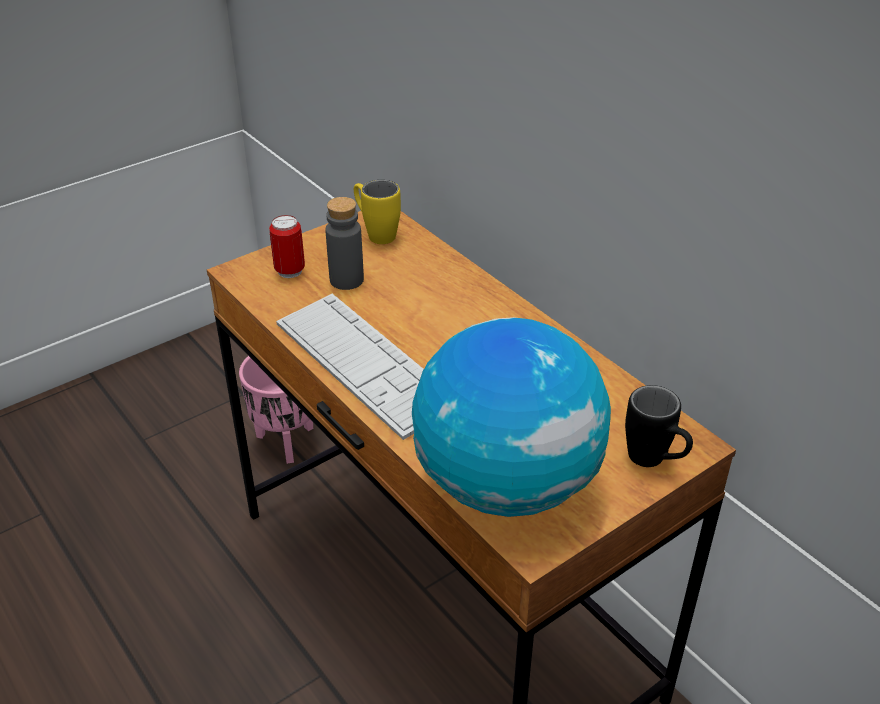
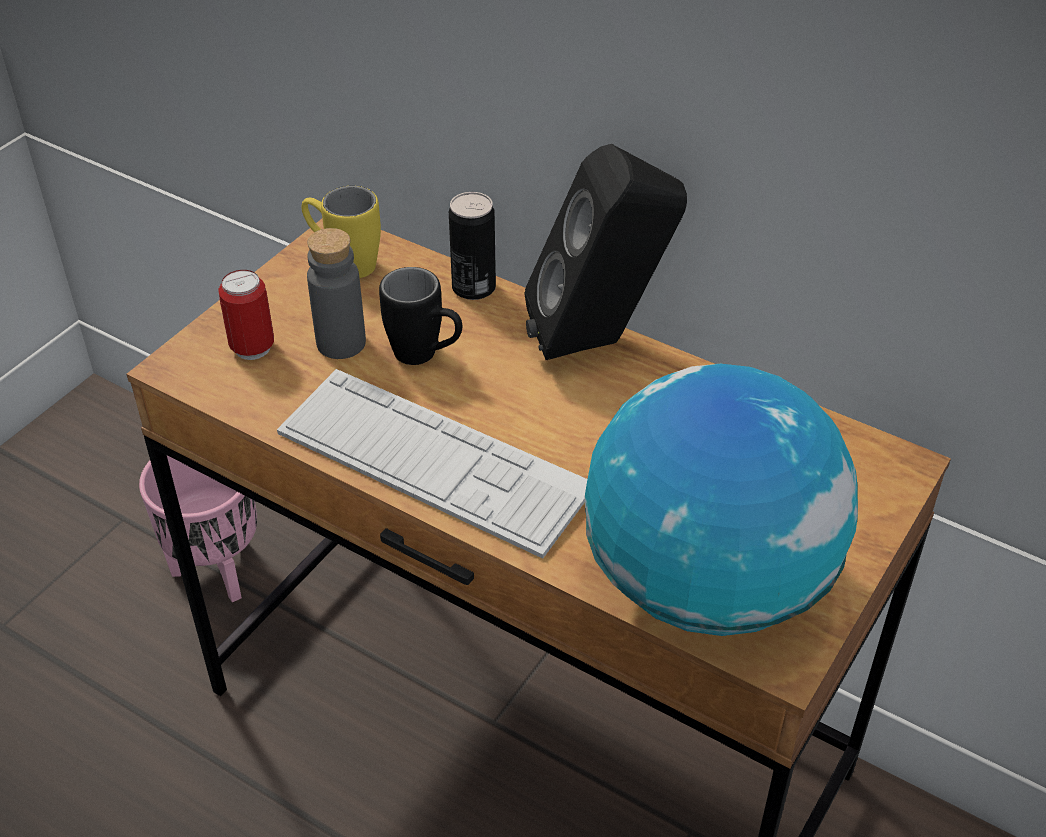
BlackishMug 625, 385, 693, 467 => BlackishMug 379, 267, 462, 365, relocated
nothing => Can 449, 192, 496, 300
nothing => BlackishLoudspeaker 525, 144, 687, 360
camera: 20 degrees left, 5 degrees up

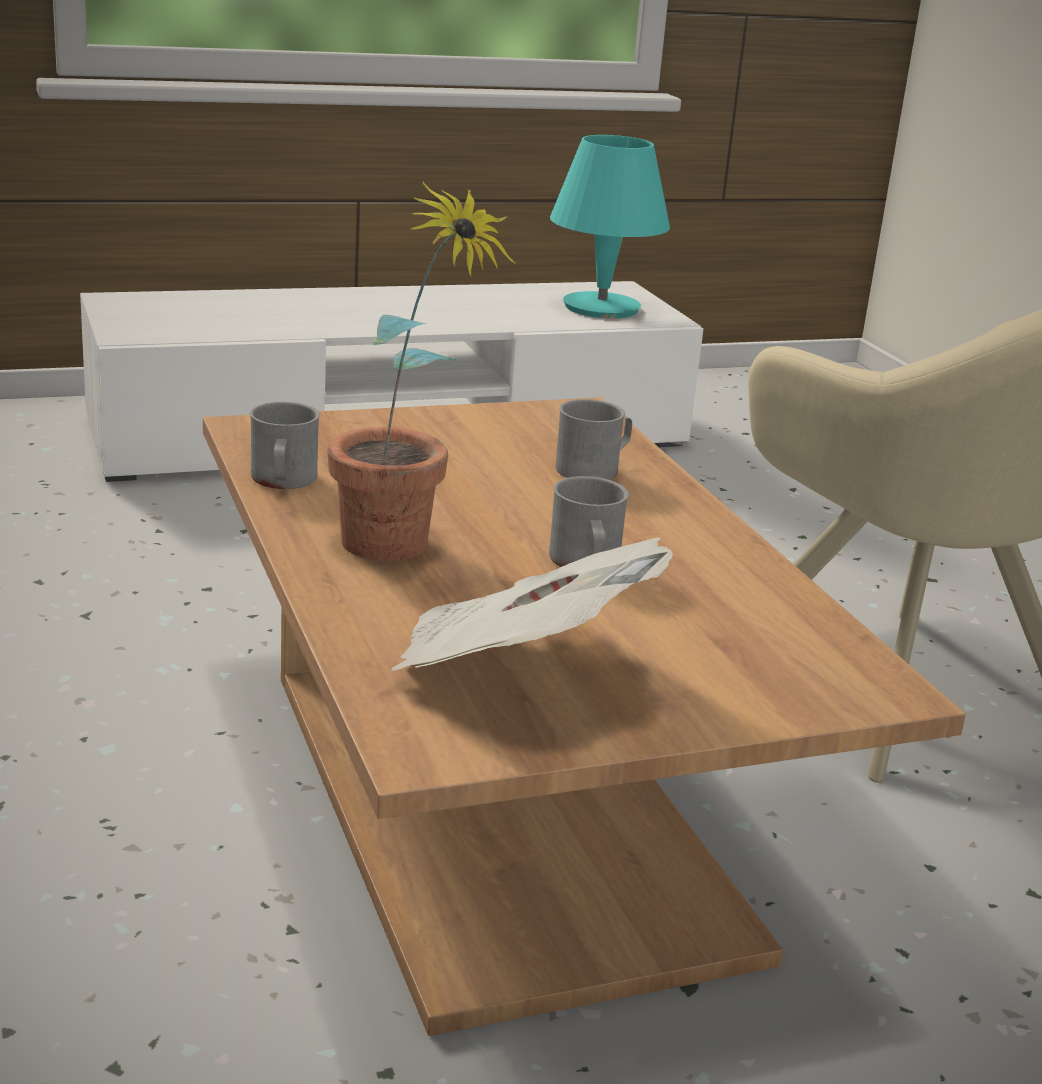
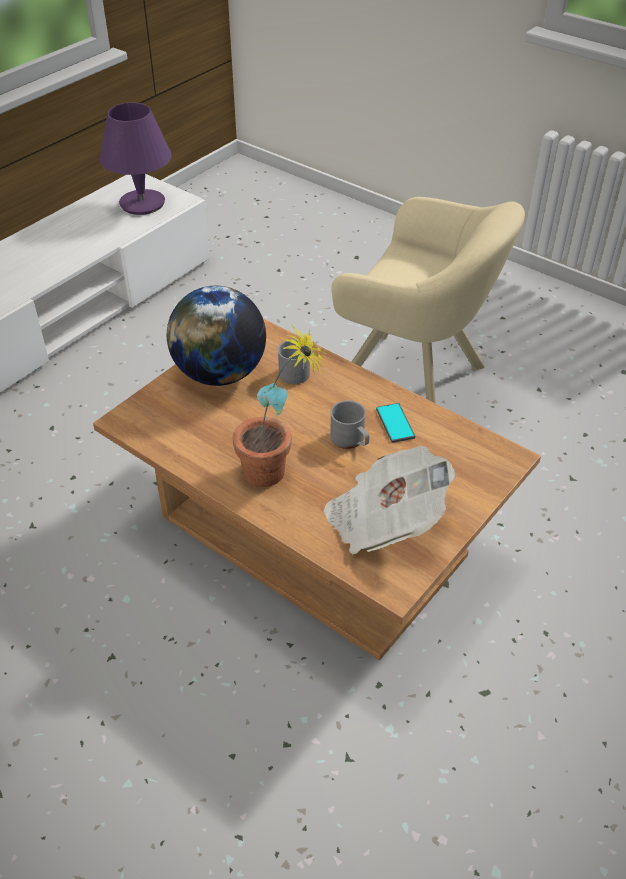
GreyMug 250, 402, 320, 489 => nothing
TurquoiseColouredLampForATable 550, 135, 670, 318 => PurpleColouredLampForATable 100, 102, 172, 215
nothing => WorldGlobe 167, 286, 266, 386
nothing => Handset 376, 403, 415, 443
camera: 30 degrees left, 20 degrees up

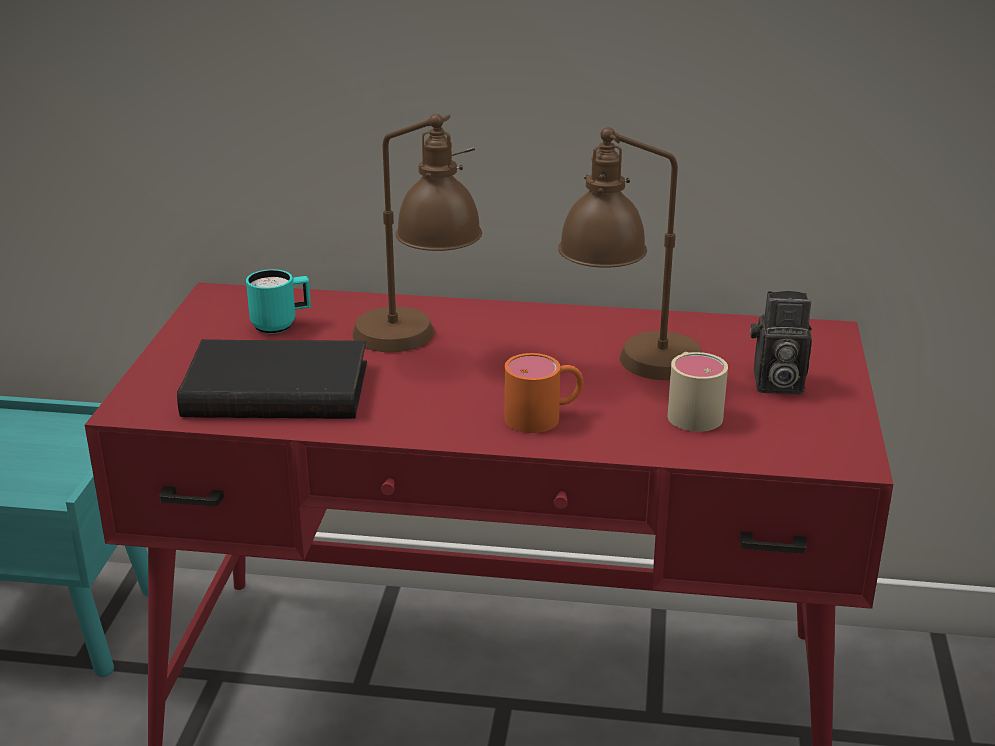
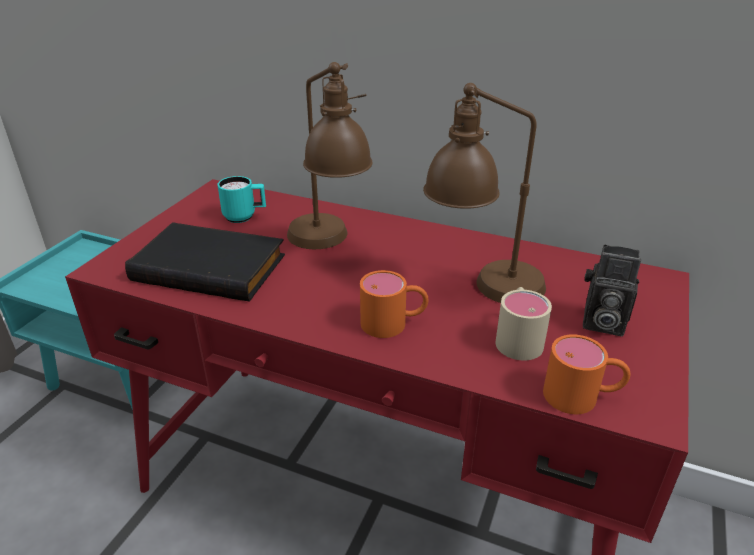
nothing => OrangeMug 543, 334, 631, 414
camera: 15 degrees right, 5 degrees up

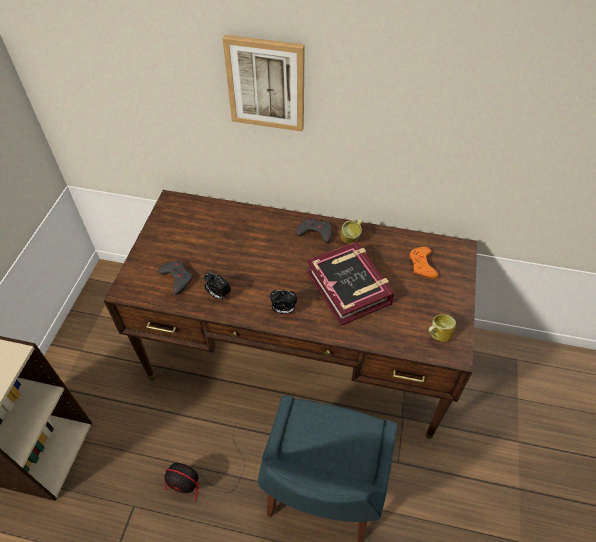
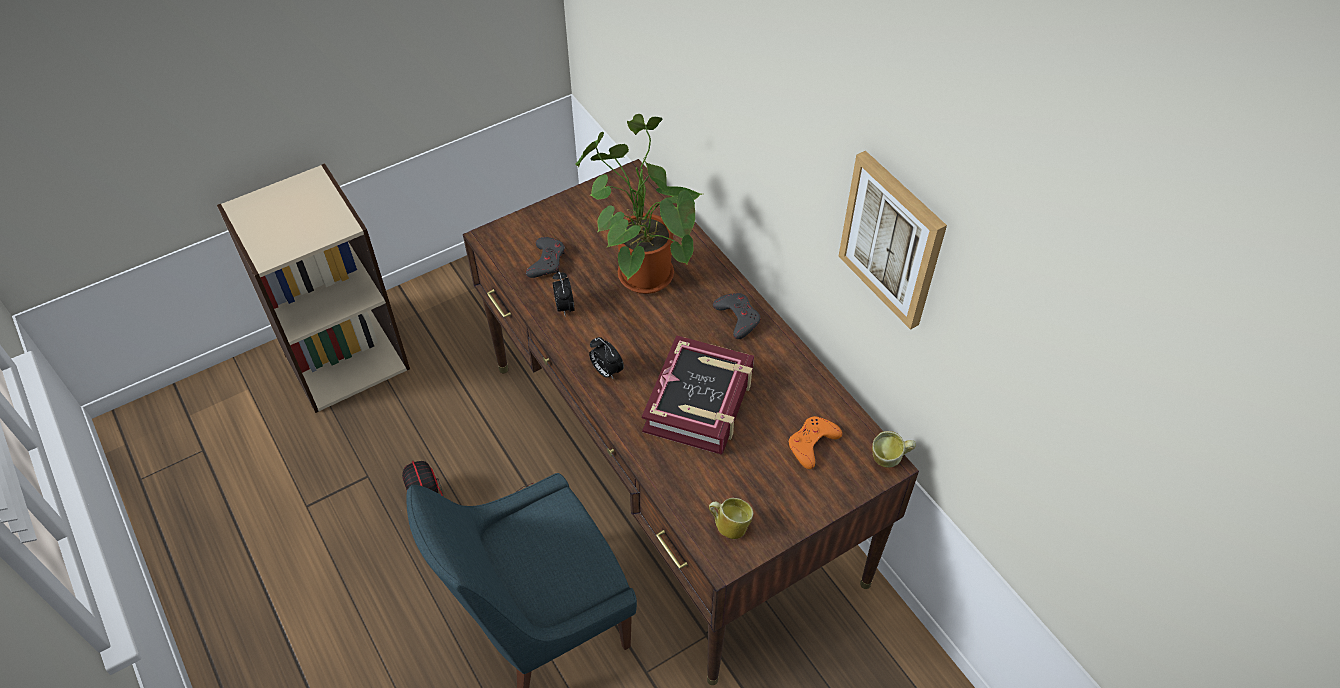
WallArt 223, 35, 305, 131 => WallArt 838, 151, 947, 330, relocated
Mug 340, 218, 363, 244 => Mug 872, 431, 916, 468, relocated
nothing => PlantInAPot 575, 114, 702, 294
camera: 45 degrees right, 0 degrees up

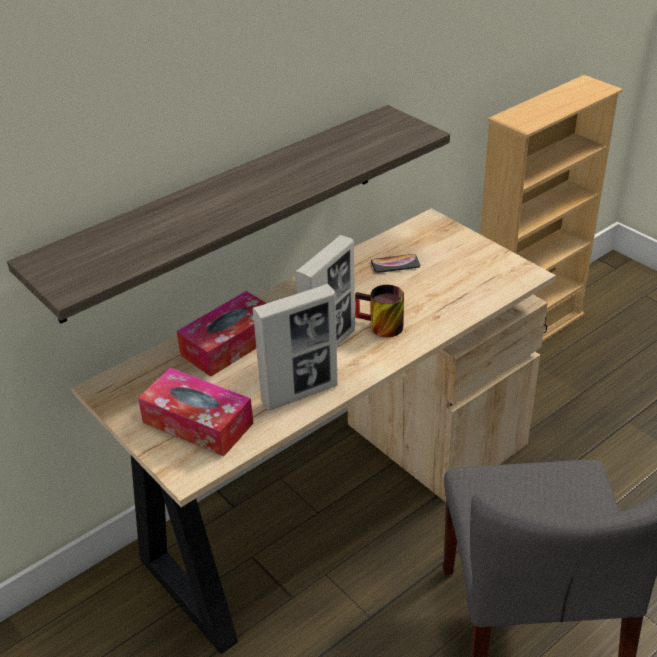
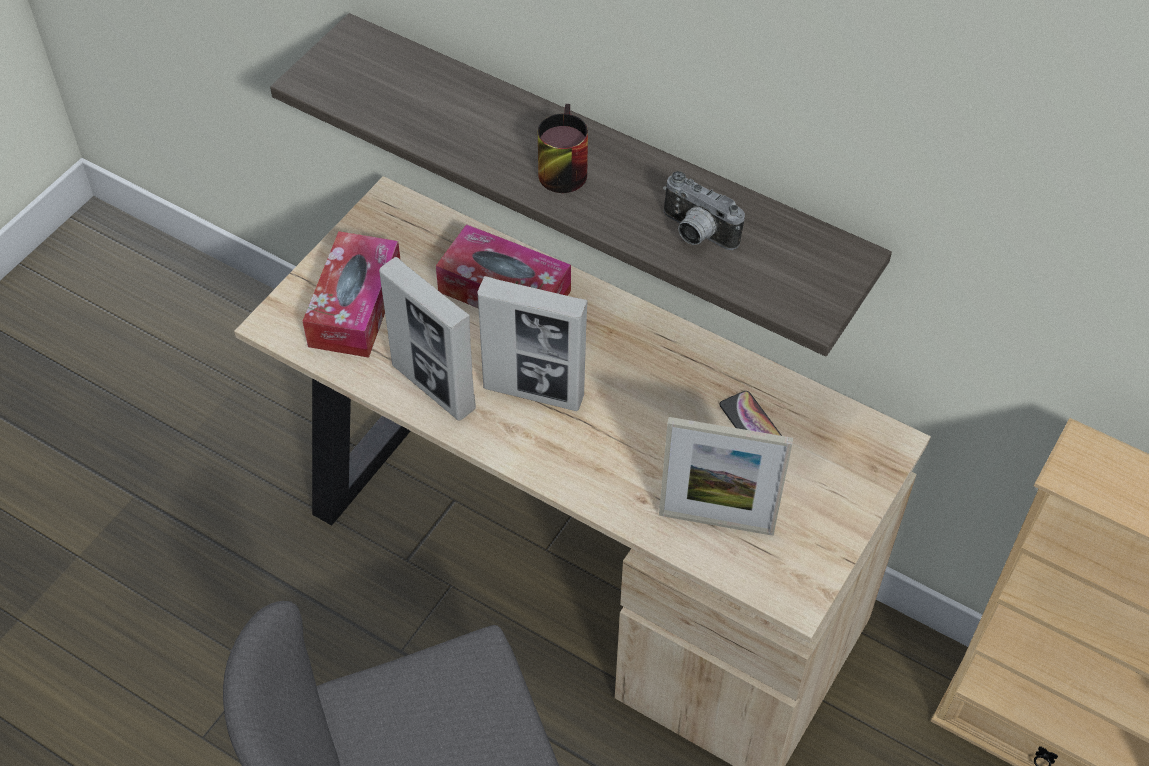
Mug 355, 285, 404, 337 => Mug 538, 104, 588, 193, relocated
nothing => PictureFrame 659, 417, 793, 536
nothing => PhotoCamera 663, 171, 745, 250
camera: 70 degrees right, 15 degrees up

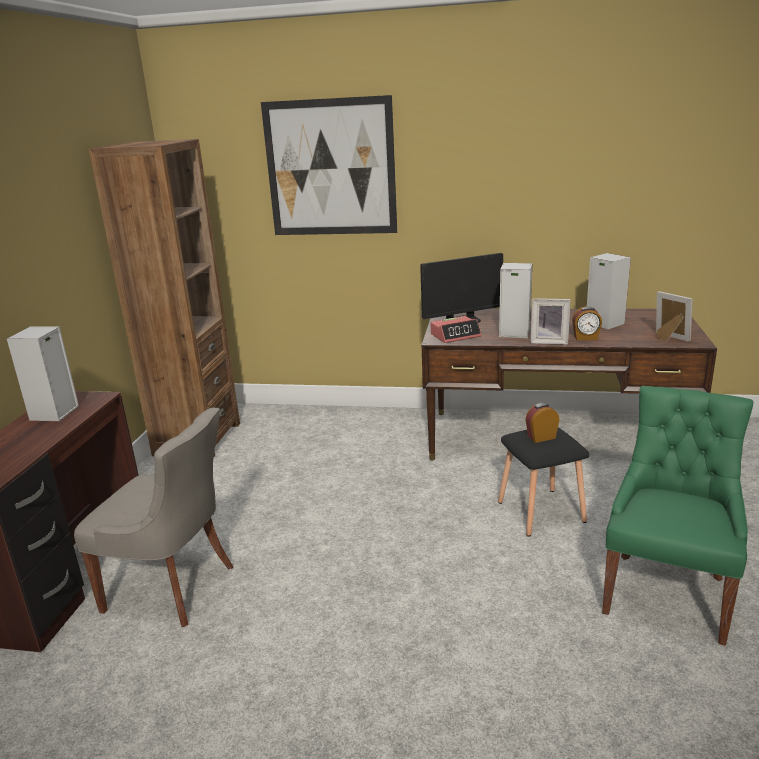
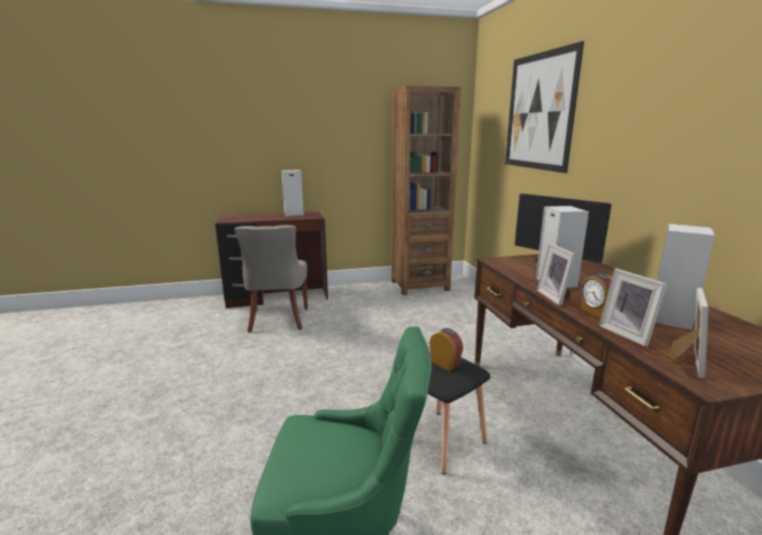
BedsideClock 431, 316, 482, 343 => nothing
nothing => PictureFrame 599, 269, 667, 347
camera: 65 degrees right, 5 degrees down

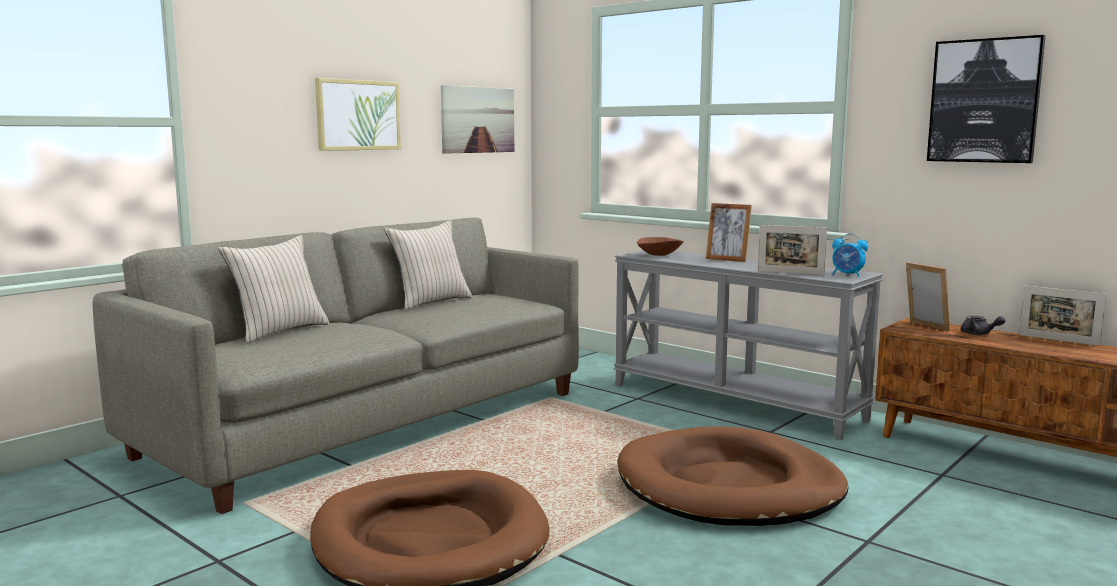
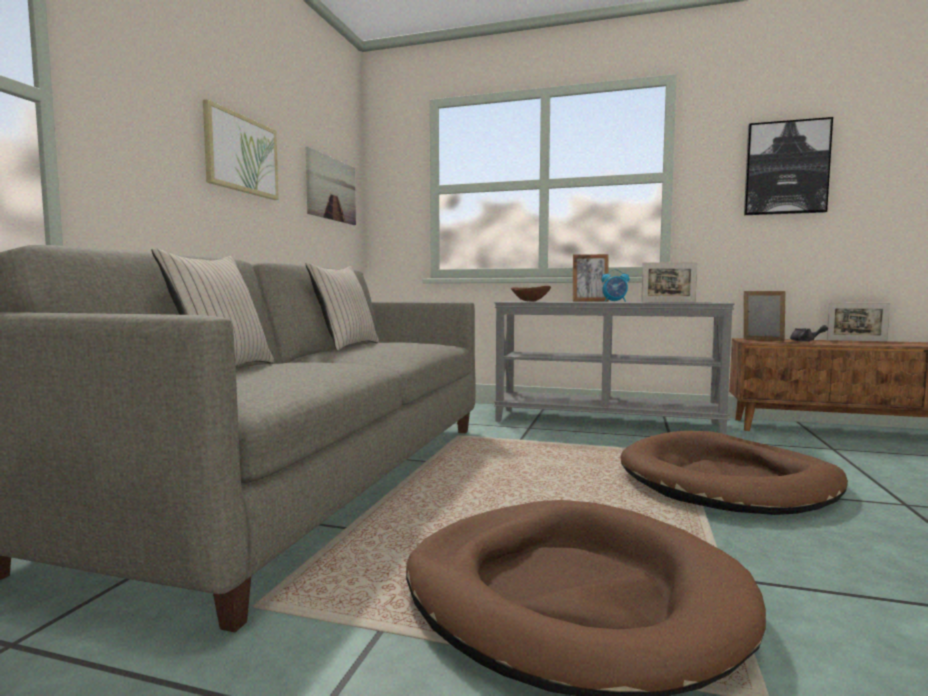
BedsideClock 832, 233, 868, 277 => BedsideClock 602, 269, 629, 302, relocated
camera: 25 degrees left, 5 degrees down

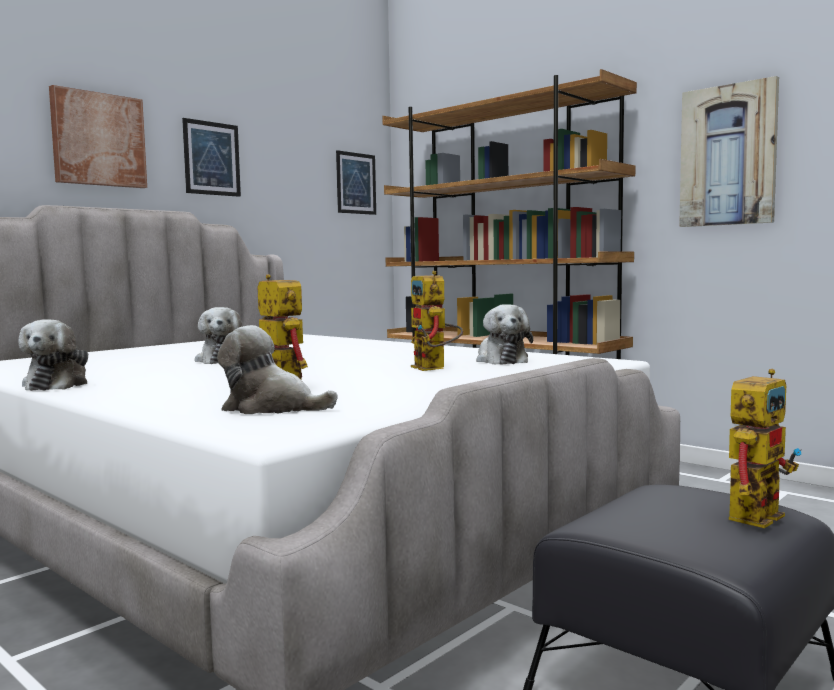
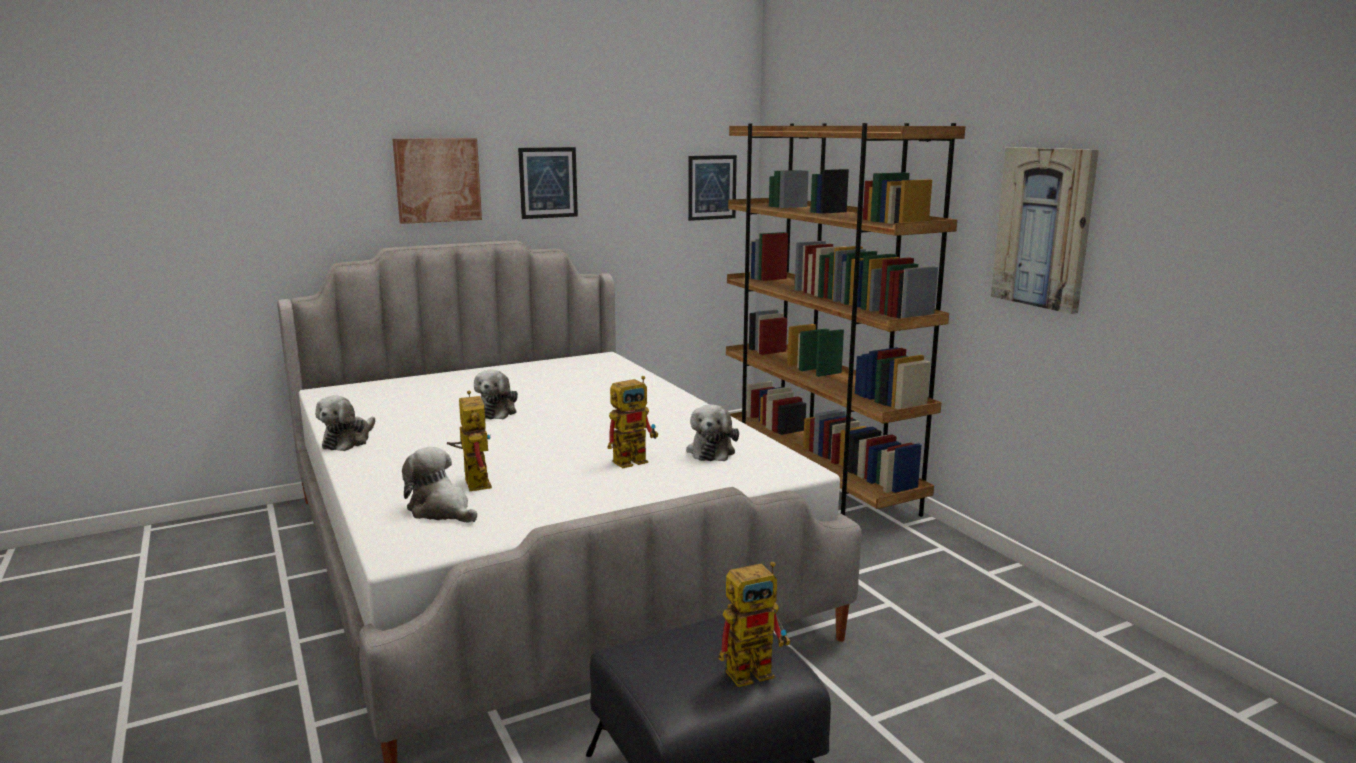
ModelRobot 411, 271, 463, 371 => ModelRobot 608, 376, 658, 468, 120 degrees counterclockwise
camera: 20 degrees right, 10 degrees up

